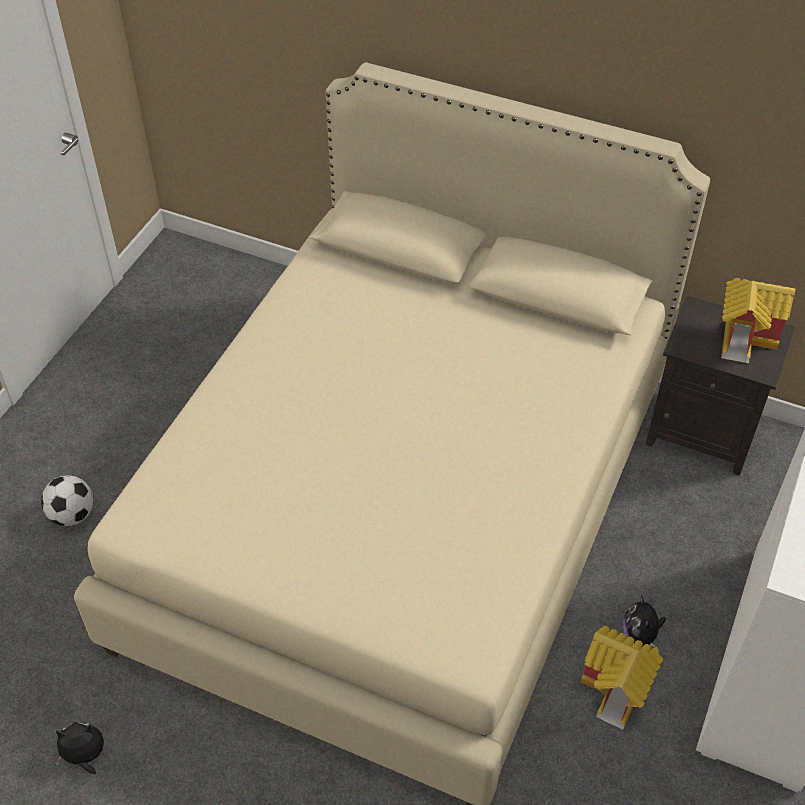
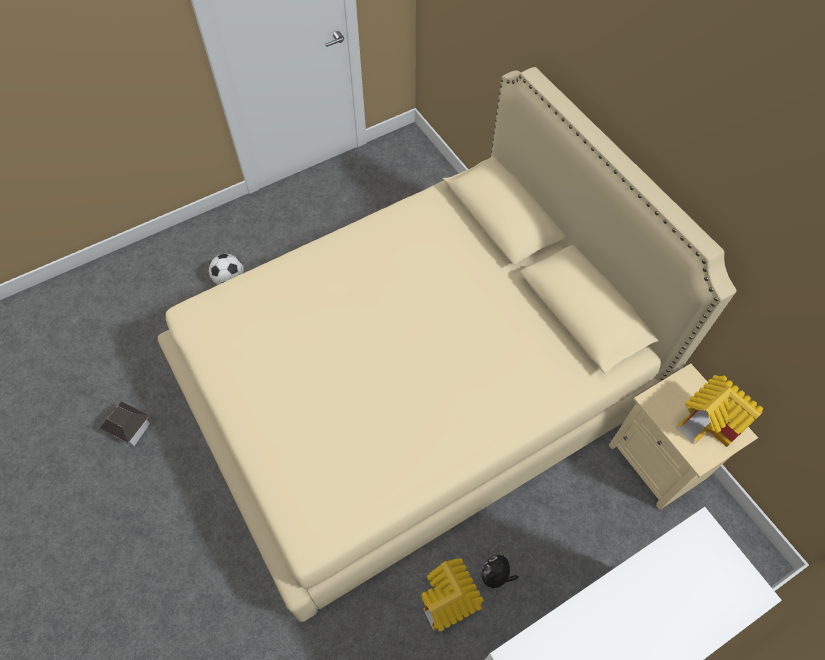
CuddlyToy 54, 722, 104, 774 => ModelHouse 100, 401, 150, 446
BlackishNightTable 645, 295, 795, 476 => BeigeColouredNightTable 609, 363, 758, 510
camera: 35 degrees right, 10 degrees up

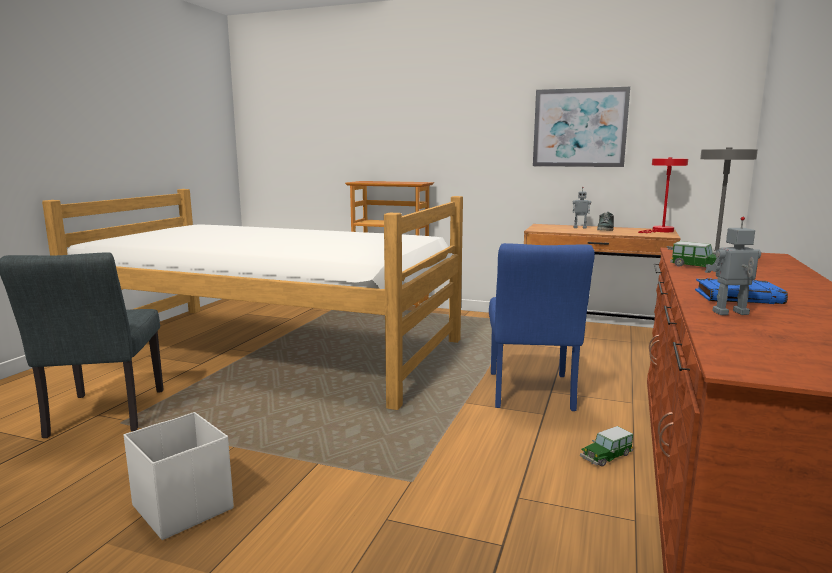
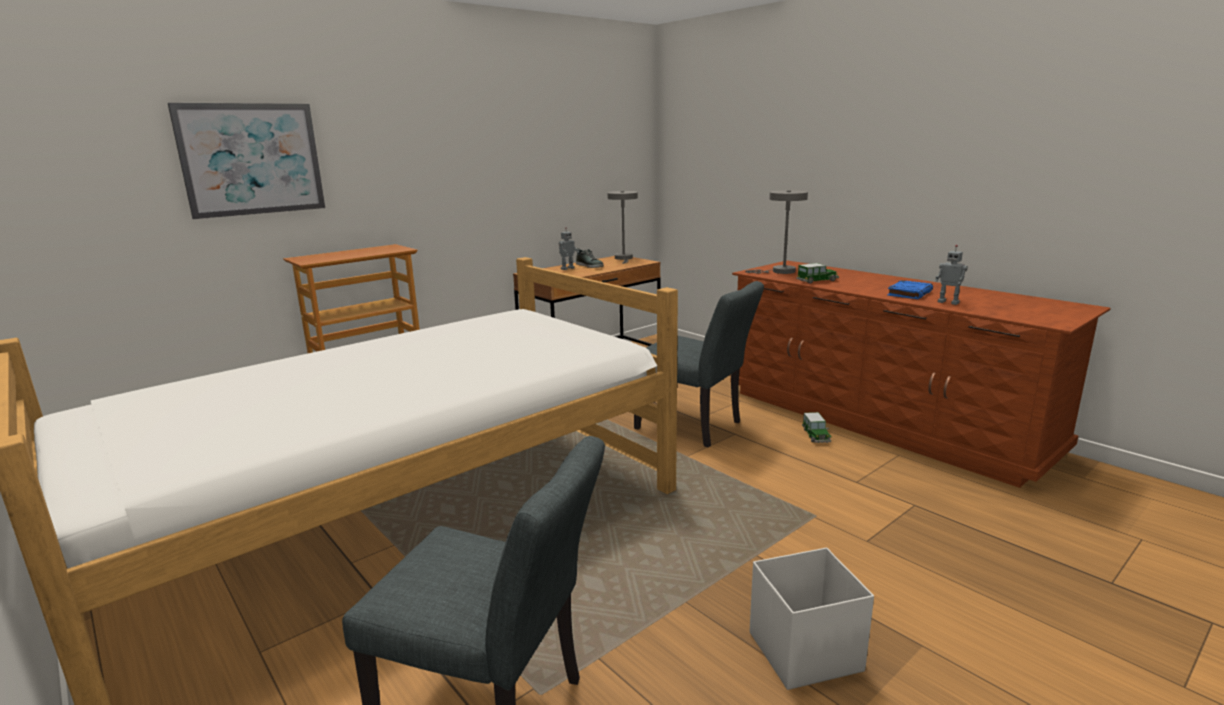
BluishPlainChair 489, 243, 595, 411 => GreyPlainChair 634, 281, 764, 447
WallArt 533, 87, 630, 167 => WallArt 168, 103, 325, 219, relocated
RedColouredLampForATable 638, 157, 688, 233 => GreyLampForATable 607, 191, 638, 264
ModelRobot 705, 217, 761, 315 => ModelRobot 935, 245, 968, 305, 75 degrees counterclockwise
camera: 60 degrees left, 5 degrees up

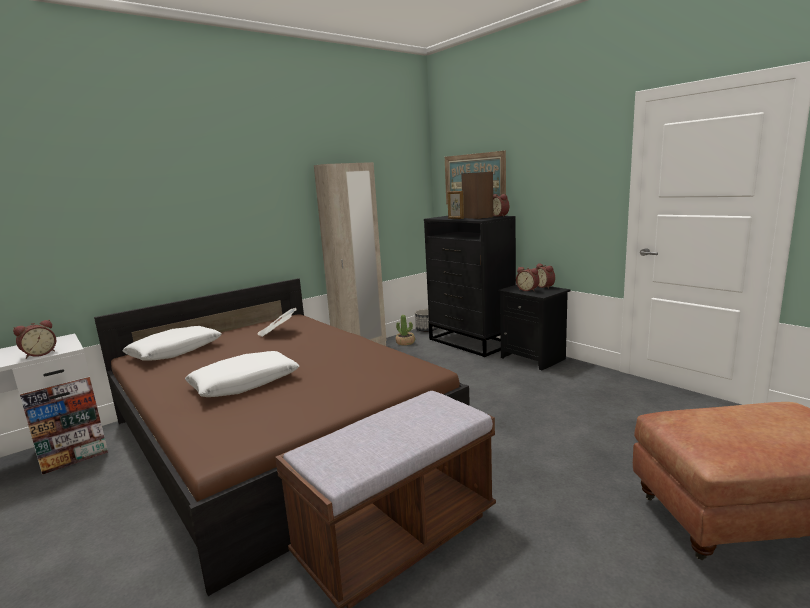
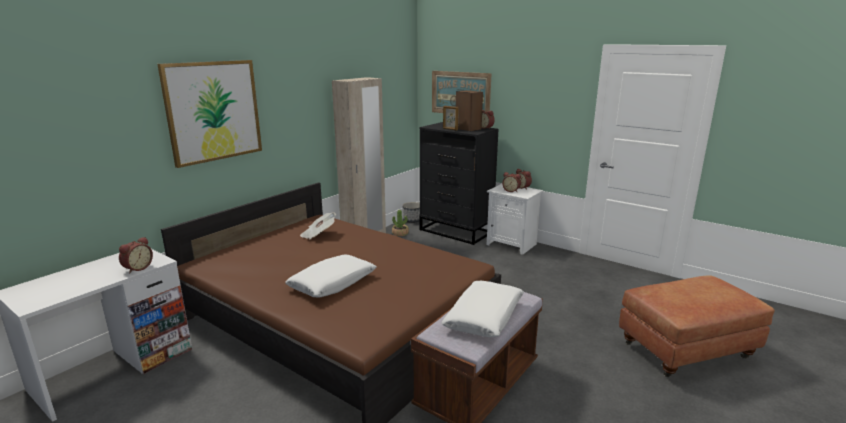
WhiteColouredCushion 123, 326, 222, 361 => WhiteColouredCushion 441, 281, 524, 337, relocated
BlackishNightTable 497, 285, 571, 370 => WhiteColouredNightTable 487, 184, 543, 255
nothing => WallArt 157, 60, 262, 168
camera: 15 degrees left, 5 degrees up

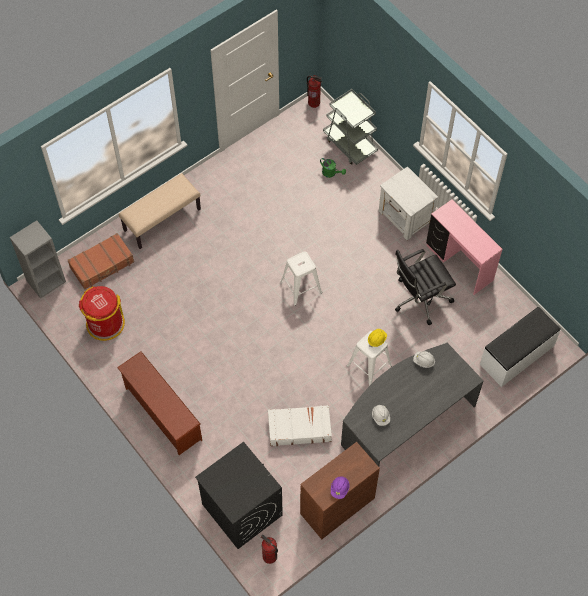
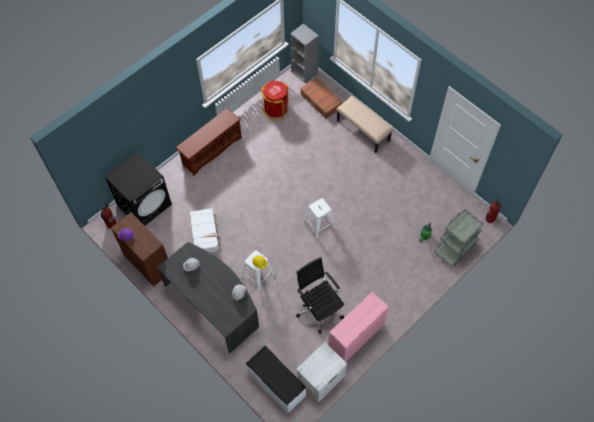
WhiteColouredNightTable 379, 166, 439, 240 => WhiteColouredNightTable 296, 342, 347, 402, relocated
camera: 85 degrees right, 0 degrees up

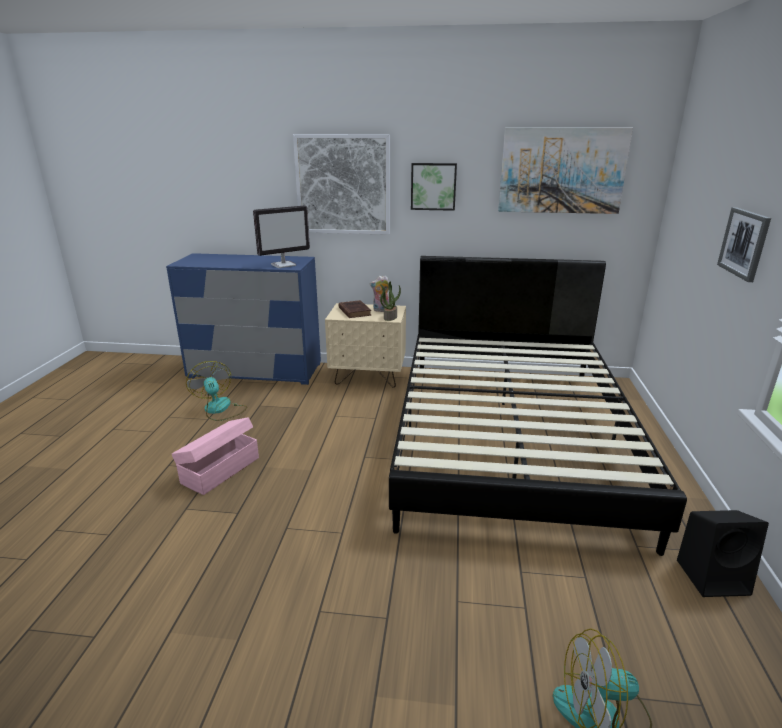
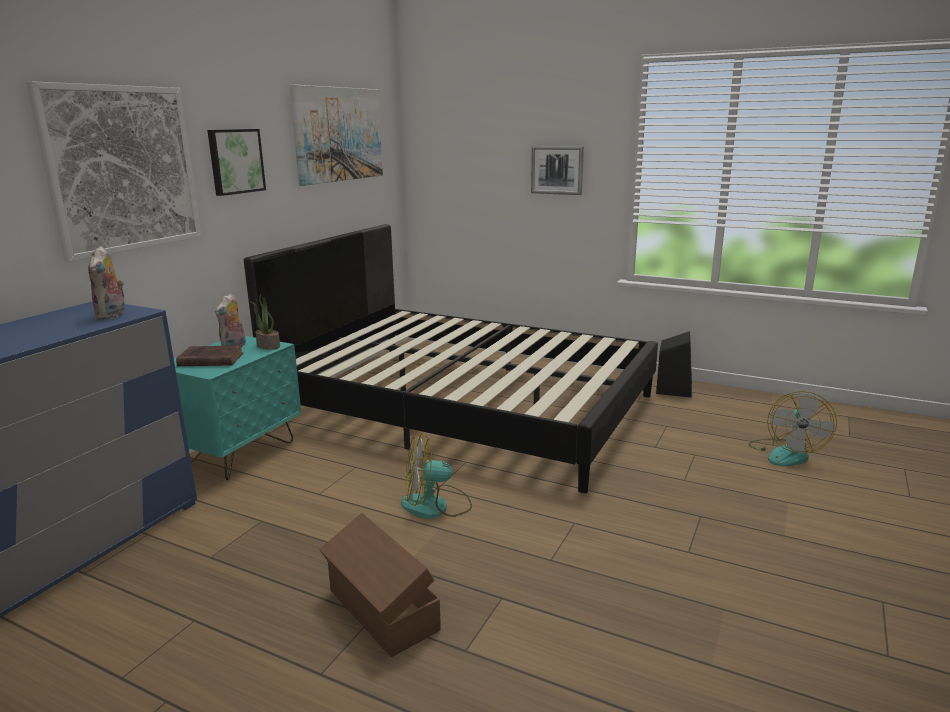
PinkishStorageBox 172, 417, 259, 495 => BrownColouredStorageBox 319, 513, 441, 657
CoolingFan 186, 361, 247, 421 => CoolingFan 401, 433, 472, 519, relocated
Monitor 253, 205, 310, 268 => CuddlyToy 88, 246, 125, 320
BeigeColouredNightTable 325, 303, 406, 388 => TurquoiseColouredNightTable 174, 336, 301, 480
camera: 70 degrees left, 5 degrees down

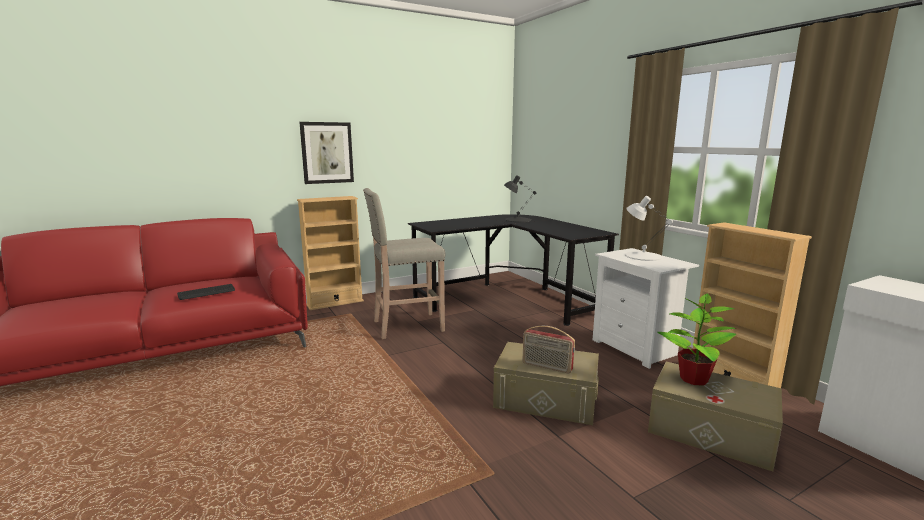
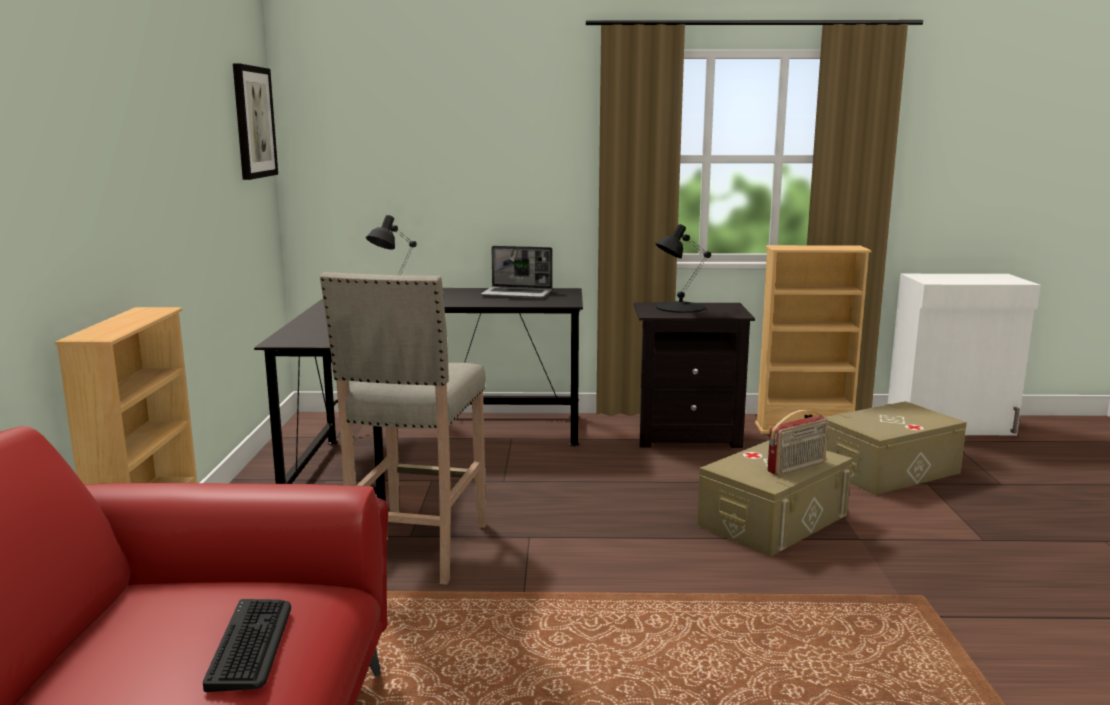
WallArt 299, 122, 354, 184 => WallArt 233, 63, 278, 180, relocated
WhiteColouredNightTable 593, 248, 699, 369 => BlackishNightTable 634, 302, 755, 448
WhiteColouredLampForATable 625, 196, 673, 261 => BlackishLampForATable 656, 224, 711, 313
PlantInAPot 657, 294, 736, 385 => nothing
nothing => NotebookComputer 481, 246, 552, 299
camera: 60 degrees left, 0 degrees up

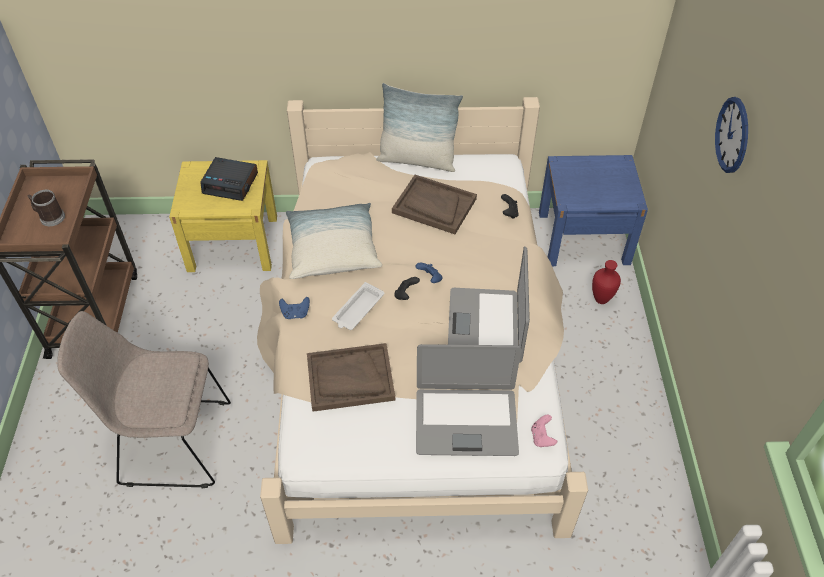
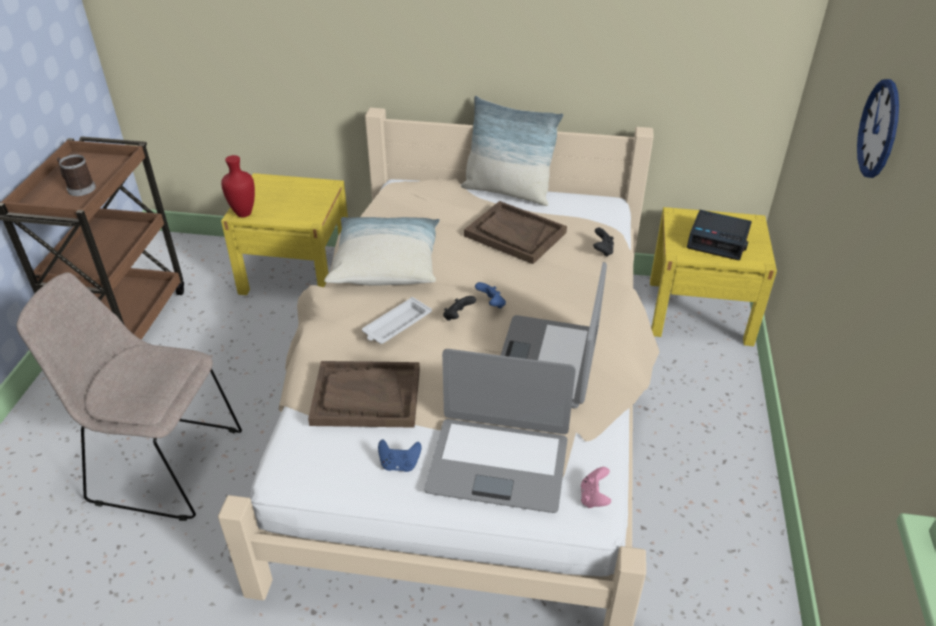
BedsideClock 200, 157, 258, 201 => BedsideClock 687, 210, 752, 260, relocated
BluishGameController 279, 297, 310, 319 => BluishGameController 378, 439, 422, 472, relocated
BluishNightTable 539, 155, 648, 266 => YellowishNightTable 650, 207, 777, 346
RedColouredDecorativeVase 592, 260, 621, 304 => RedColouredDecorativeVase 221, 155, 255, 217, relocated
camera: 10 degrees right, 10 degrees down

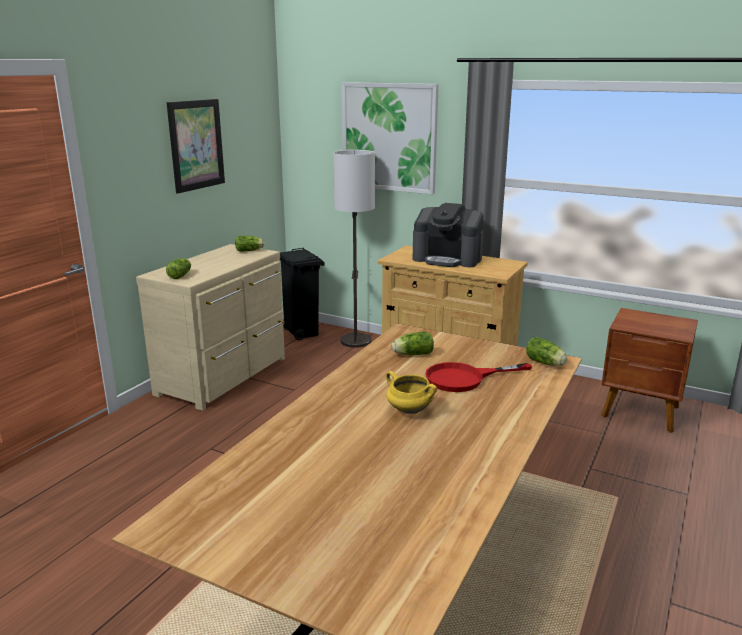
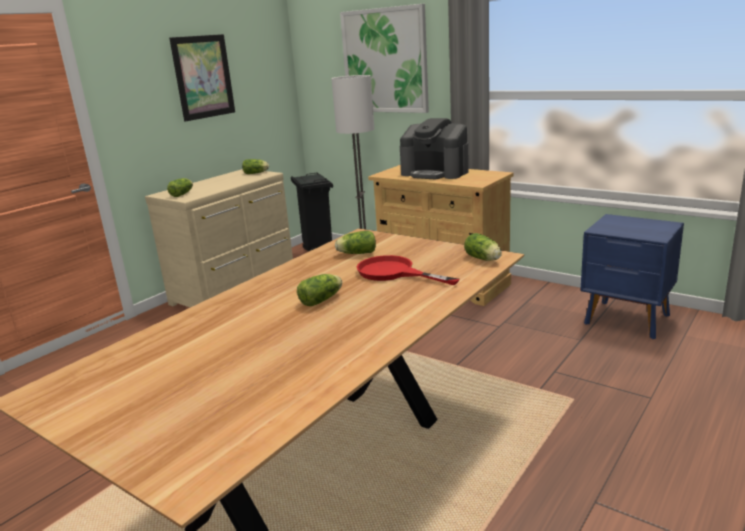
YellowishStockpot 386, 371, 437, 414 => HeadOfLettuce 297, 274, 342, 306
RedColouredFryingPan 425, 362, 532, 392 => RedColouredFryingPan 357, 255, 459, 285, 45 degrees clockwise
BrownColouredNightTable 601, 308, 698, 433 => BluishNightTable 581, 214, 684, 339
camera: 10 degrees right, 0 degrees up

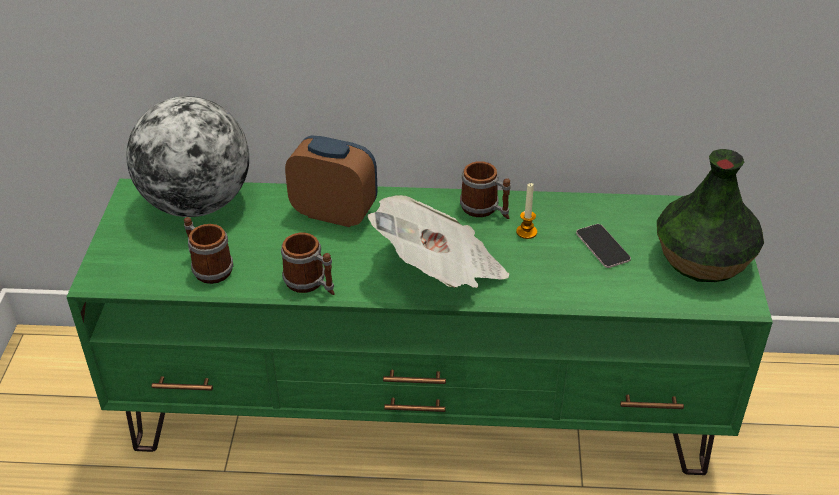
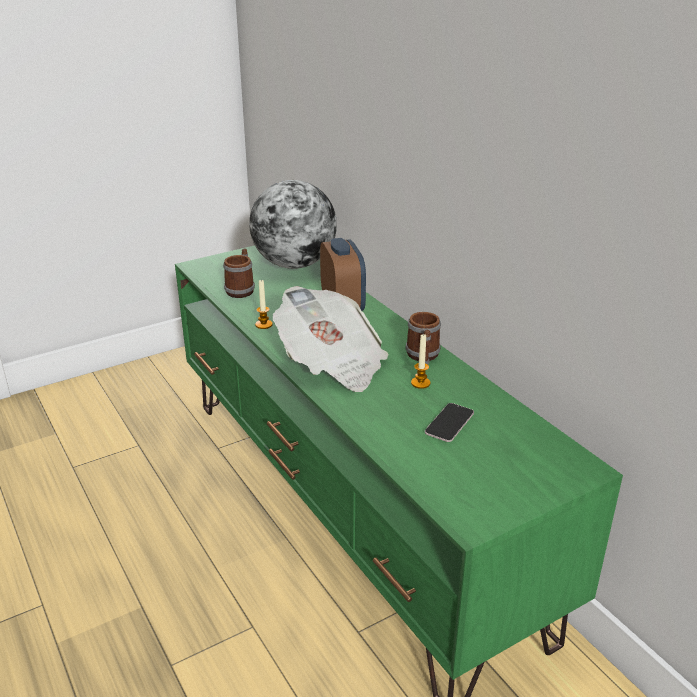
Mug 281, 233, 335, 295 => Candle 255, 280, 273, 329
DecorativeVase 657, 149, 764, 282 => nothing
camera: 55 degrees right, 10 degrees down

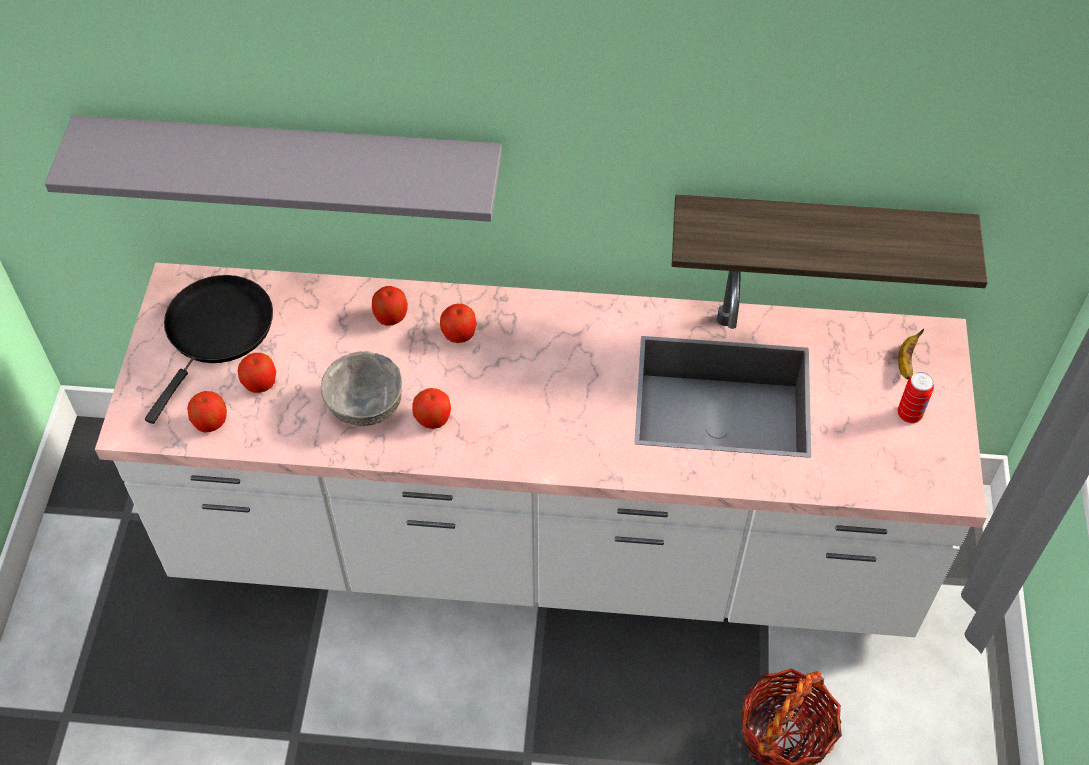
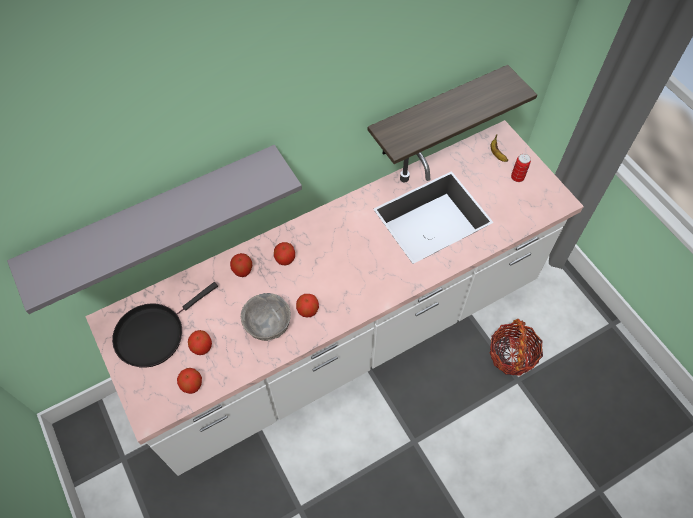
BlackishFryingPan 145, 275, 273, 424 => BlackishFryingPan 112, 282, 218, 368, 120 degrees counterclockwise
camera: 35 degrees left, 5 degrees up

